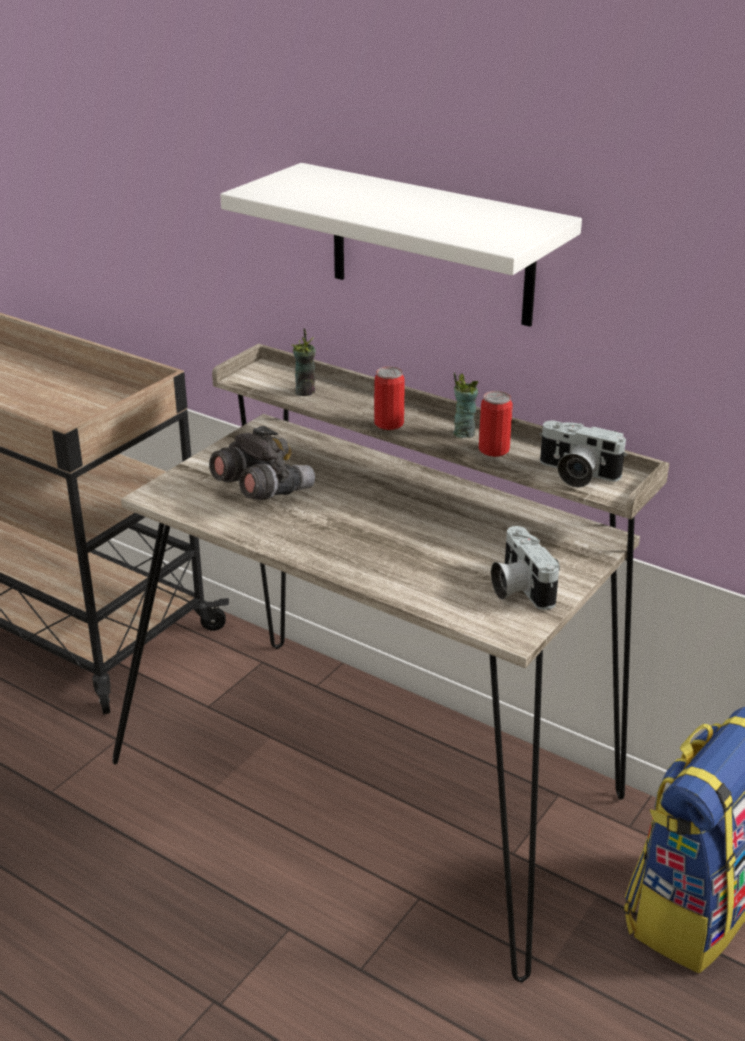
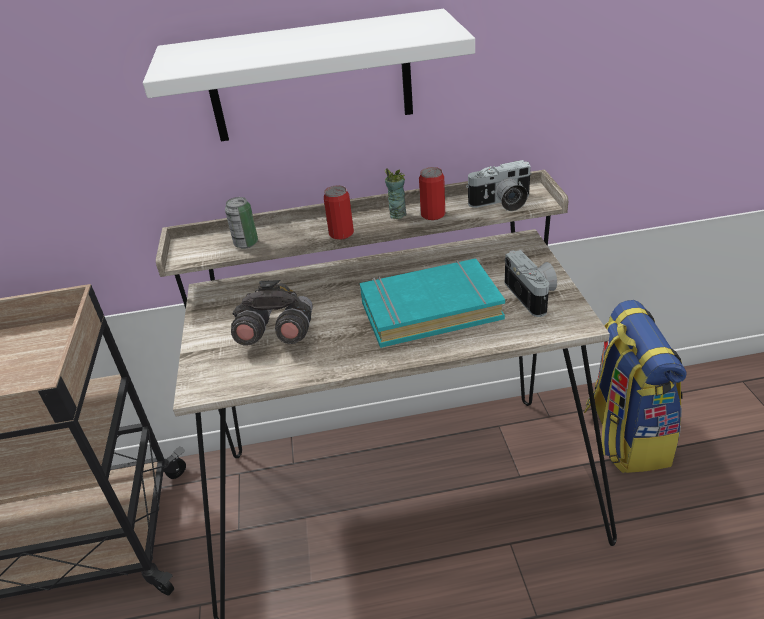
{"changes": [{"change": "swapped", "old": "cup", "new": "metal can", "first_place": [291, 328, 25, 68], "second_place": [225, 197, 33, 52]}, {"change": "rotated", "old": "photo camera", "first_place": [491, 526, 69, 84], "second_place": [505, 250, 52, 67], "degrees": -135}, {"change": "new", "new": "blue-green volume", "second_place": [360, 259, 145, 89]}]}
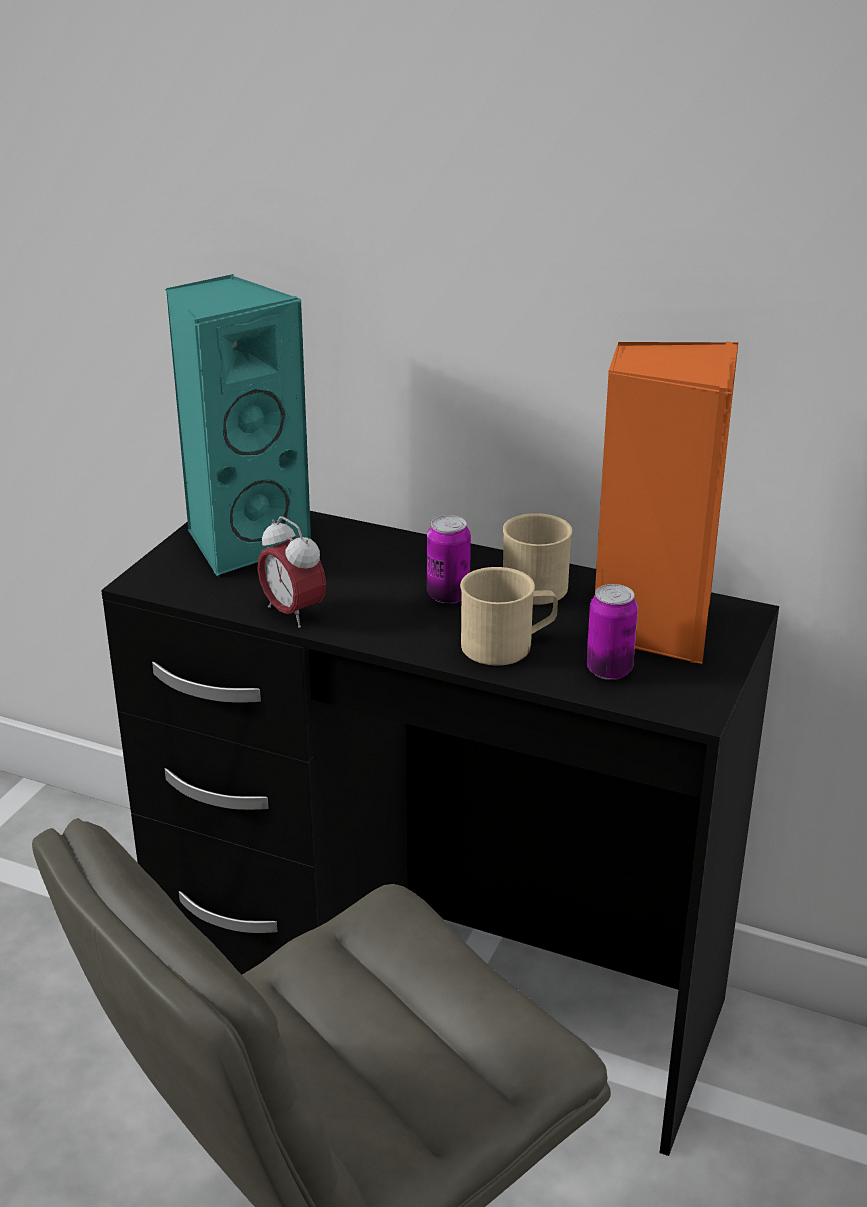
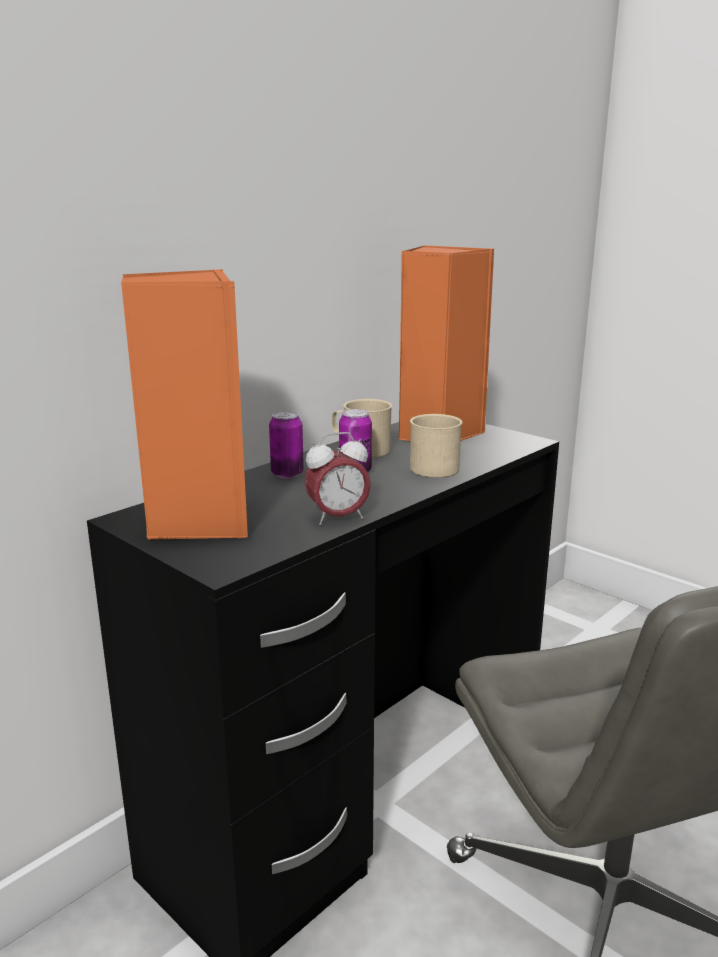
{"changes": [{"change": "repainted", "old": "blue-green speaker", "new": "orangey speaker", "first_place": [165, 274, 146, 302], "second_place": [121, 269, 127, 271]}, {"change": "shifted", "old": "metal can", "first_place": [586, 584, 52, 96], "second_place": [269, 411, 35, 68]}]}
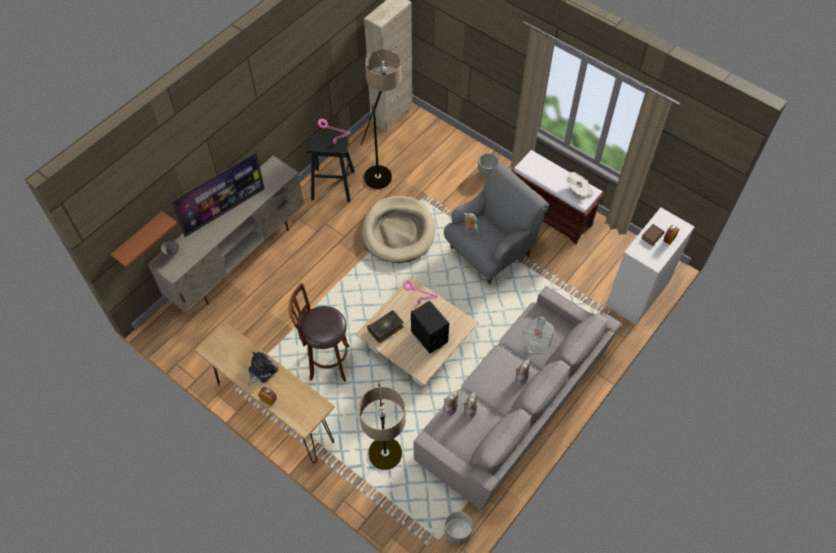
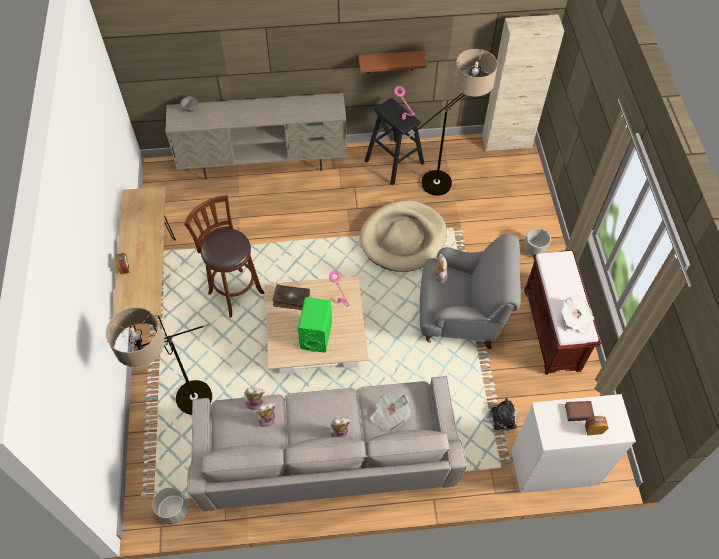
{"changes": [{"change": "gone", "old": "television", "first_place": [171, 152, 94, 85]}, {"change": "shifted", "old": "brown bracket shelf", "first_place": [111, 211, 67, 57], "second_place": [358, 51, 69, 22]}, {"change": "repainted", "old": "black-coloured speaker", "new": "greenish speaker", "first_place": [411, 301, 38, 52], "second_place": [298, 297, 34, 56]}, {"change": "shifted", "old": "soft toy", "first_place": [249, 352, 29, 34], "second_place": [483, 398, 34, 33]}]}
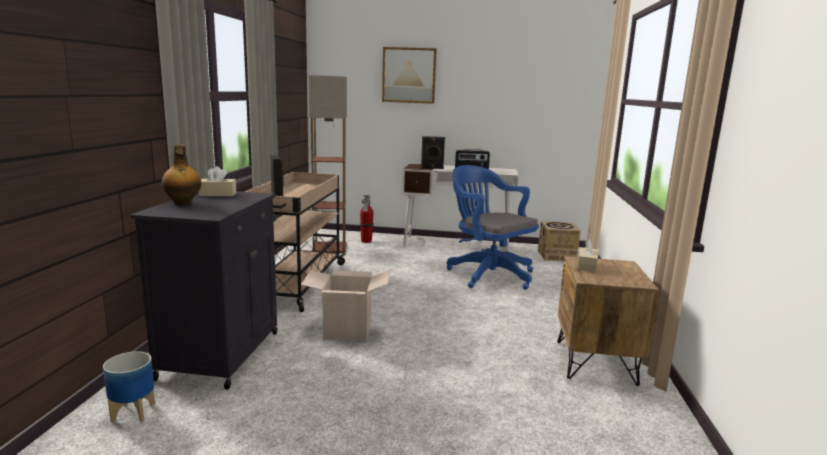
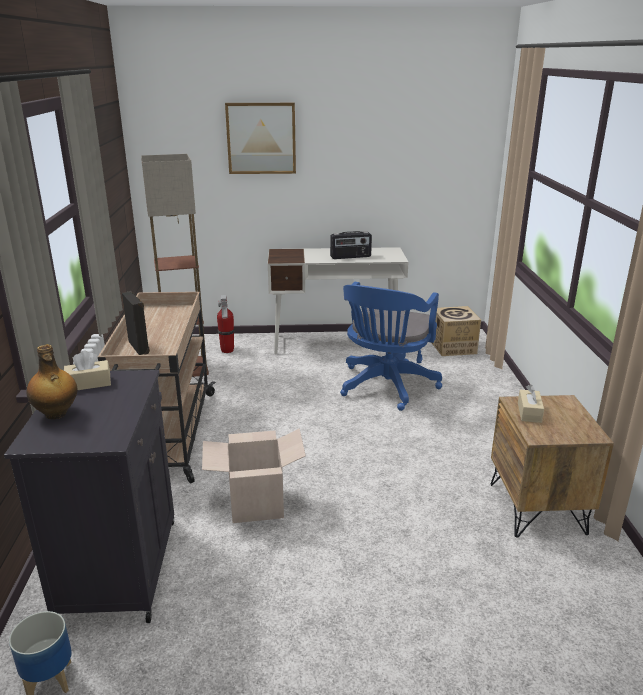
{"changes": [{"change": "gone", "old": "black-coloured speaker", "first_place": [421, 136, 24, 33]}, {"change": "rotated", "old": "blue-coloured computer chair", "first_place": [447, 165, 92, 125], "second_place": [340, 282, 102, 129], "degrees": -105}]}
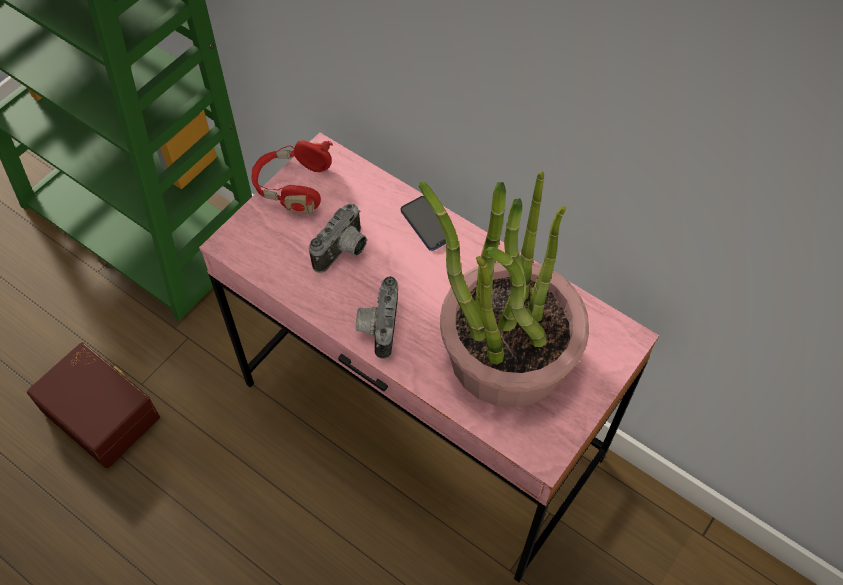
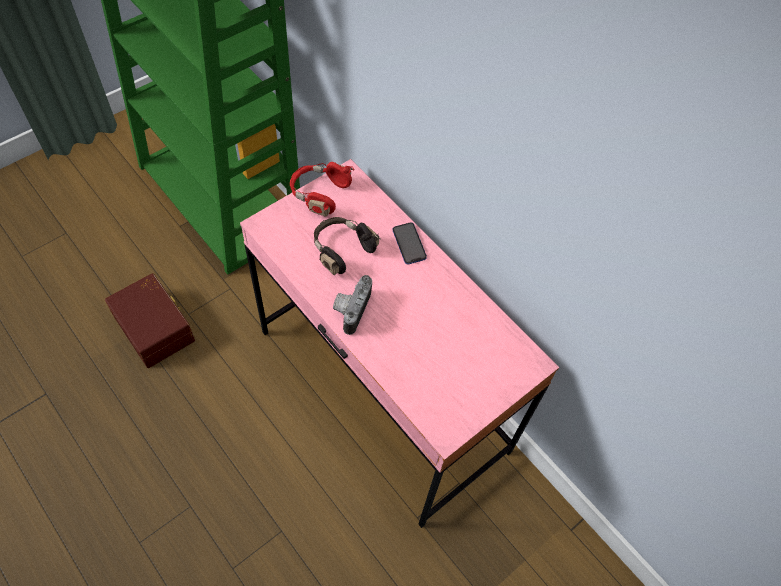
{"changes": [{"change": "gone", "old": "plant in a pot", "first_place": [419, 171, 170, 236]}, {"change": "swapped", "old": "photo camera", "new": "black-coloured pair of headphones", "first_place": [309, 204, 58, 69], "second_place": [314, 217, 67, 58]}]}
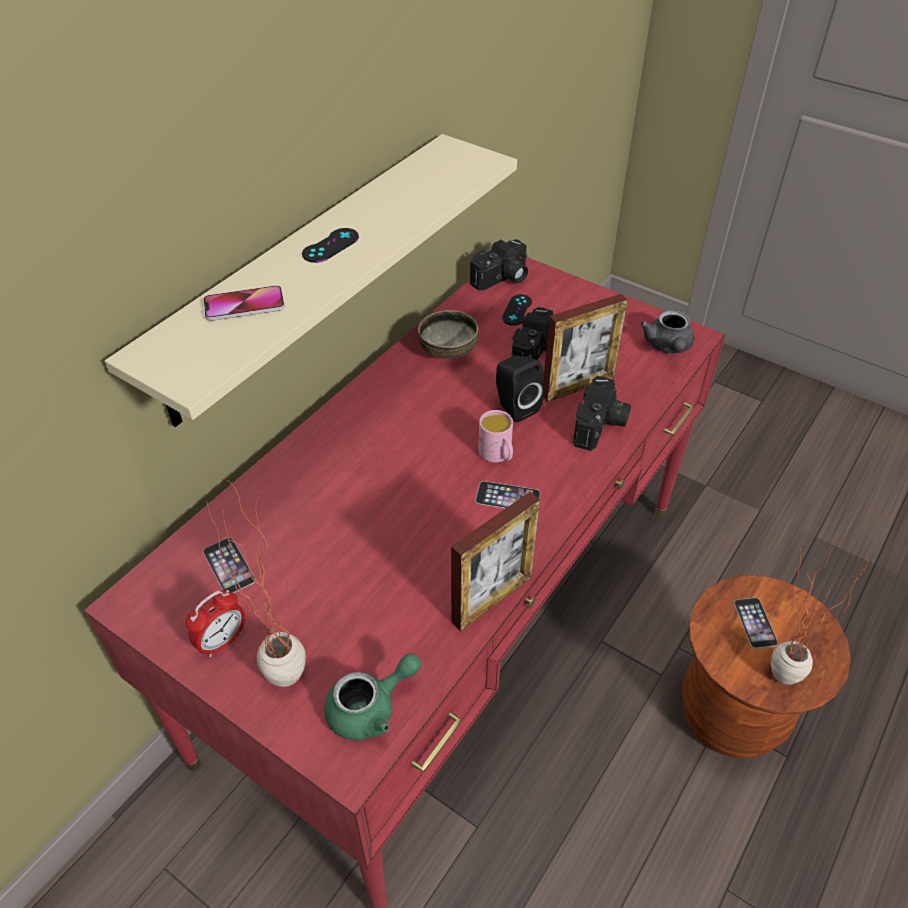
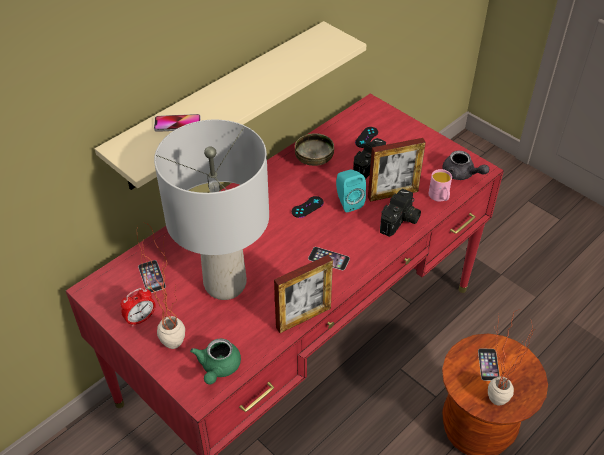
{"changes": [{"change": "shifted", "old": "black-coloured game controller", "first_place": [302, 228, 57, 35], "second_place": [292, 196, 32, 22]}, {"change": "gone", "old": "photo camera", "first_place": [470, 239, 58, 52]}, {"change": "rotated", "old": "grey tea pot", "first_place": [640, 310, 54, 44], "second_place": [443, 151, 46, 29], "degrees": -60}, {"change": "repainted", "old": "black-coloured speaker", "new": "blue-green speaker", "first_place": [496, 356, 48, 66], "second_place": [336, 170, 30, 42]}, {"change": "shifted", "old": "pink-coloured mug", "first_place": [478, 410, 35, 53], "second_place": [429, 169, 23, 33]}, {"change": "rotated", "old": "greenish tea pot", "first_place": [324, 653, 97, 88], "second_place": [190, 338, 51, 47], "degrees": 120}, {"change": "new", "new": "grey lamp for a table", "second_place": [154, 120, 115, 180]}]}
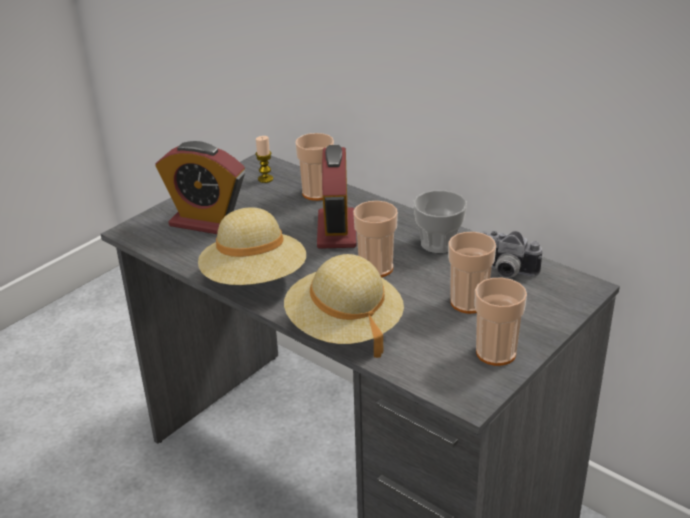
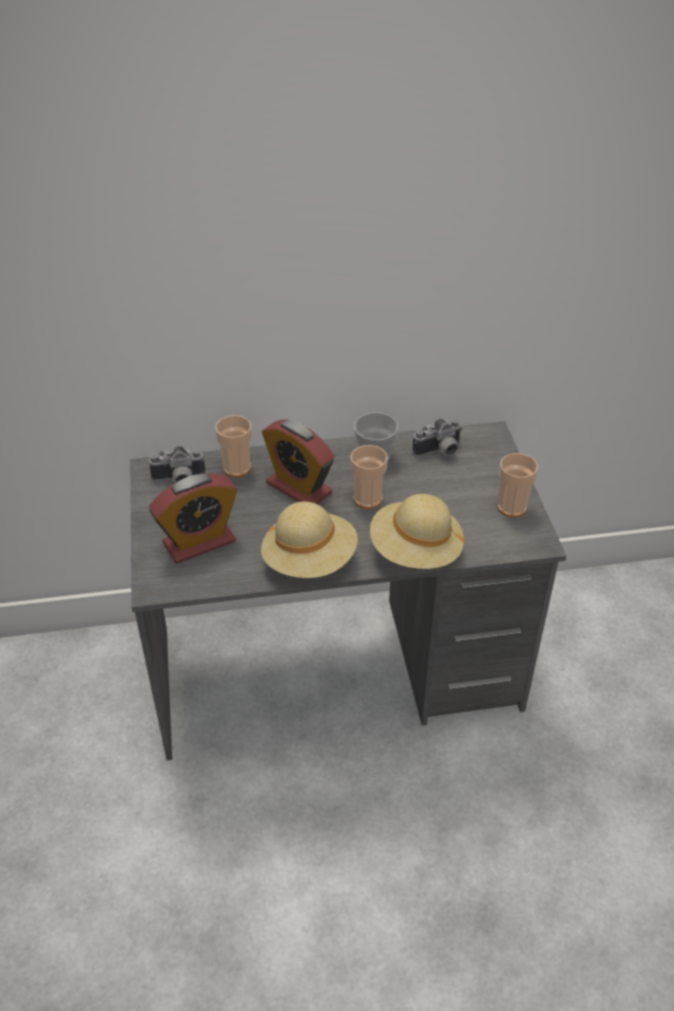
{"changes": [{"change": "swapped", "old": "wax light", "new": "photo camera", "first_place": [256, 136, 17, 47], "second_place": [148, 446, 57, 36]}, {"change": "gone", "old": "cup", "first_place": [448, 232, 48, 82]}]}
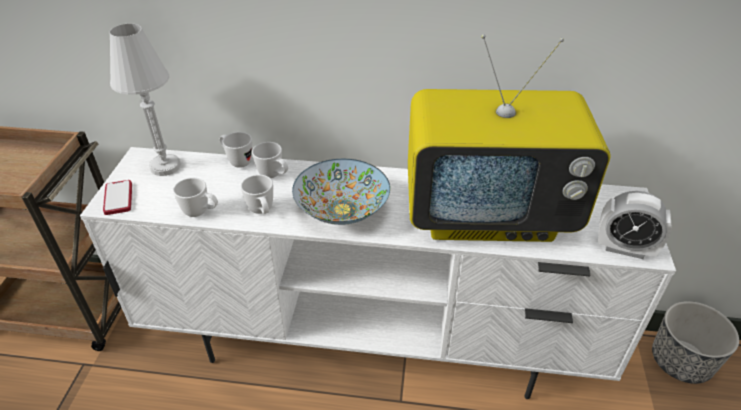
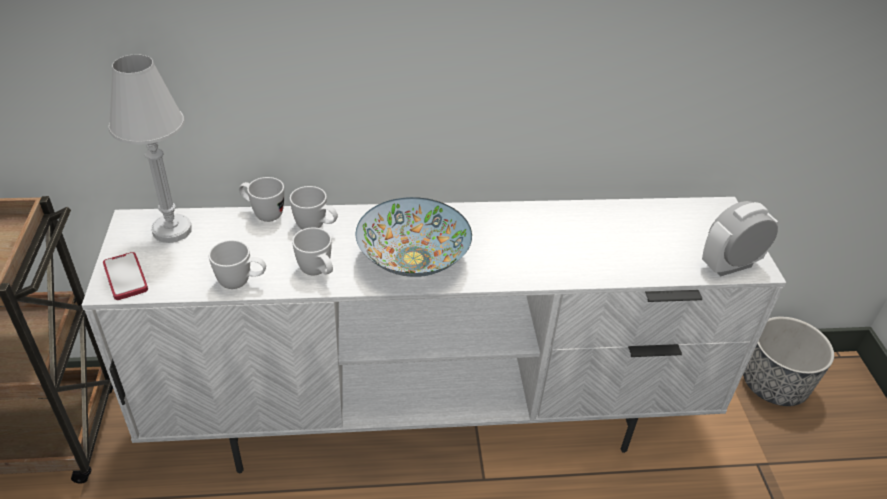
{"changes": [{"change": "gone", "old": "television", "first_place": [408, 34, 203, 208]}, {"change": "rotated", "old": "table clock", "first_place": [598, 191, 74, 68], "second_place": [702, 201, 76, 75], "degrees": 150}]}
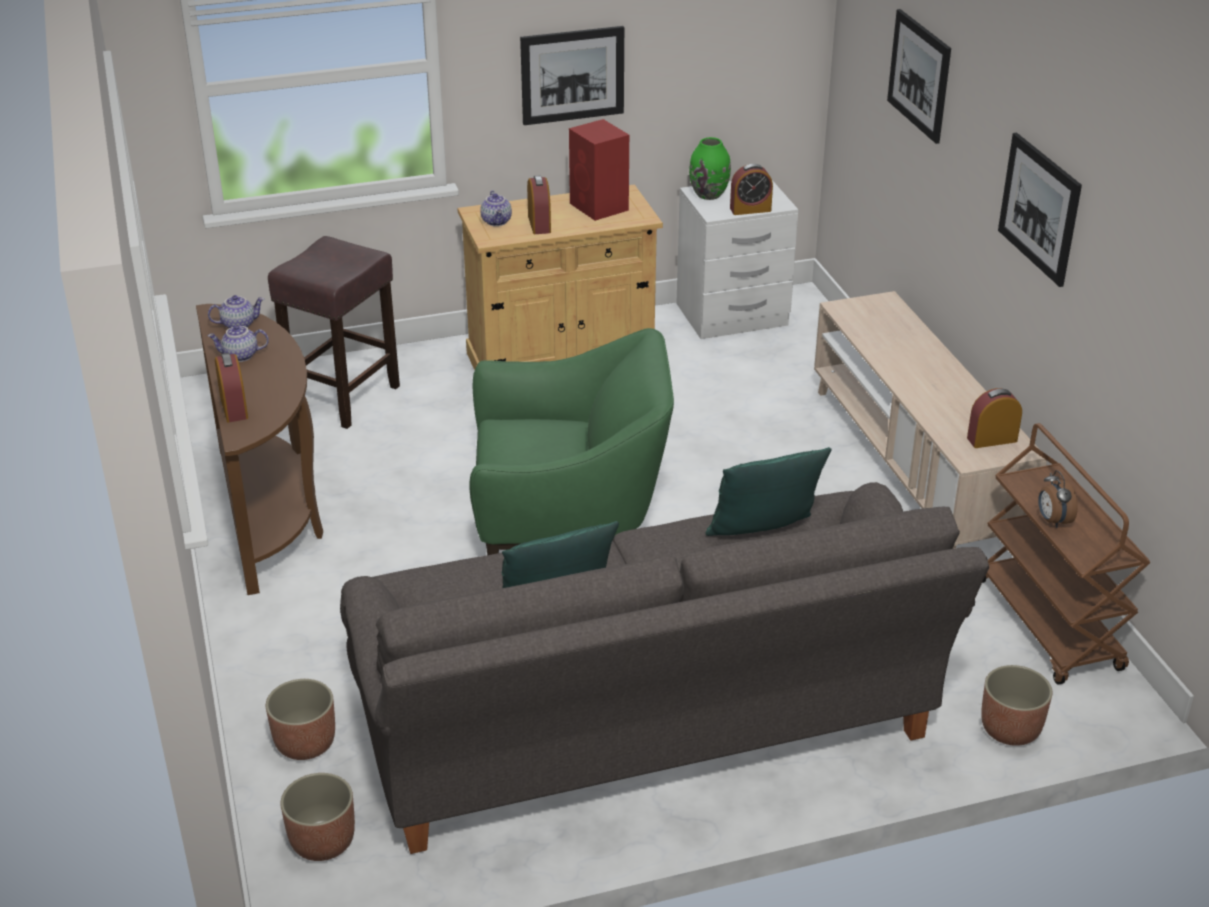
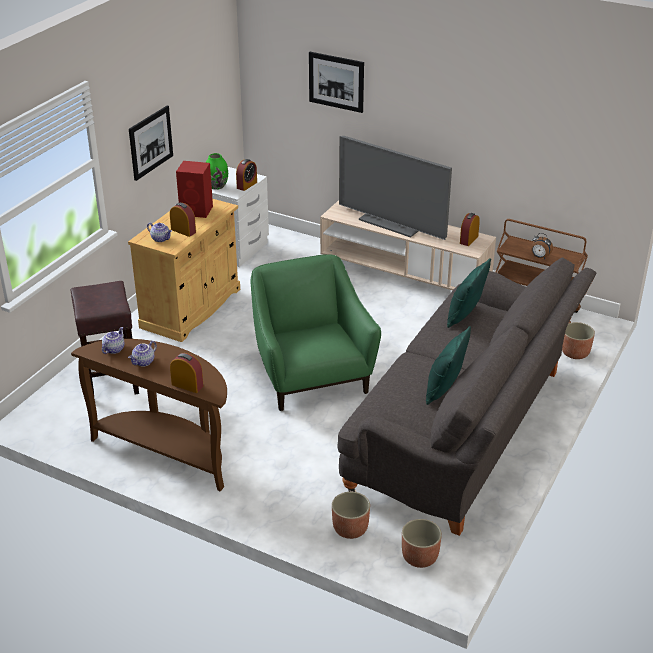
{"changes": [{"change": "gone", "old": "picture", "first_place": [998, 133, 84, 154]}, {"change": "rotated", "old": "greenish armchair", "first_place": [469, 328, 205, 227], "second_place": [251, 254, 130, 157], "degrees": -60}, {"change": "new", "new": "television", "second_place": [339, 136, 113, 104]}]}
